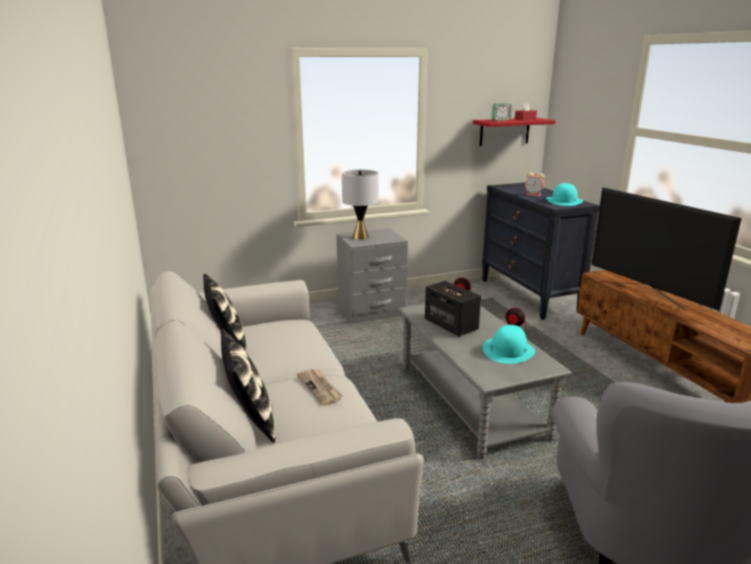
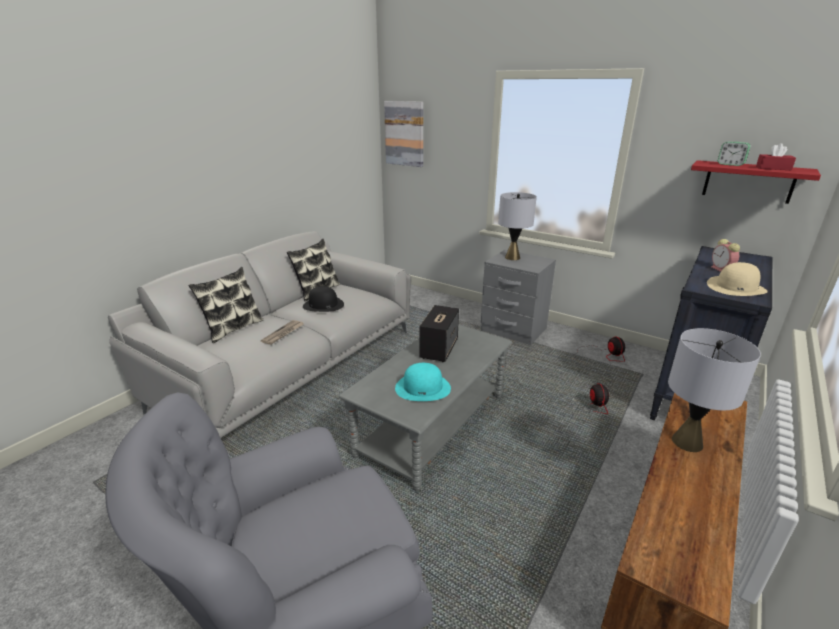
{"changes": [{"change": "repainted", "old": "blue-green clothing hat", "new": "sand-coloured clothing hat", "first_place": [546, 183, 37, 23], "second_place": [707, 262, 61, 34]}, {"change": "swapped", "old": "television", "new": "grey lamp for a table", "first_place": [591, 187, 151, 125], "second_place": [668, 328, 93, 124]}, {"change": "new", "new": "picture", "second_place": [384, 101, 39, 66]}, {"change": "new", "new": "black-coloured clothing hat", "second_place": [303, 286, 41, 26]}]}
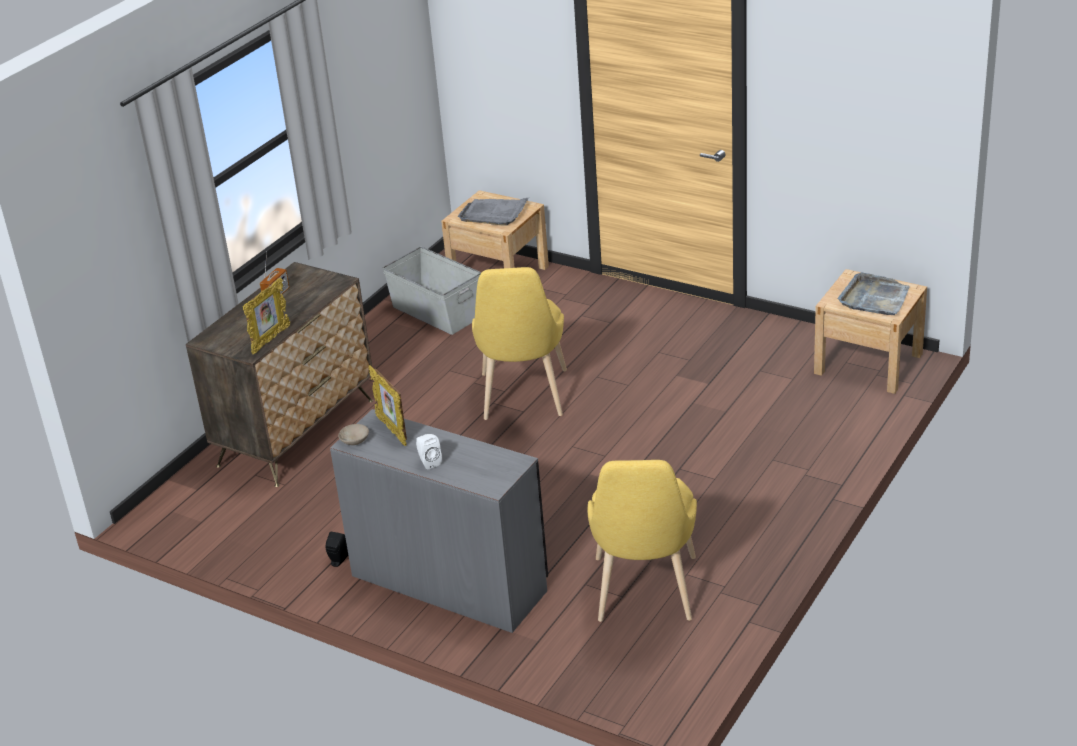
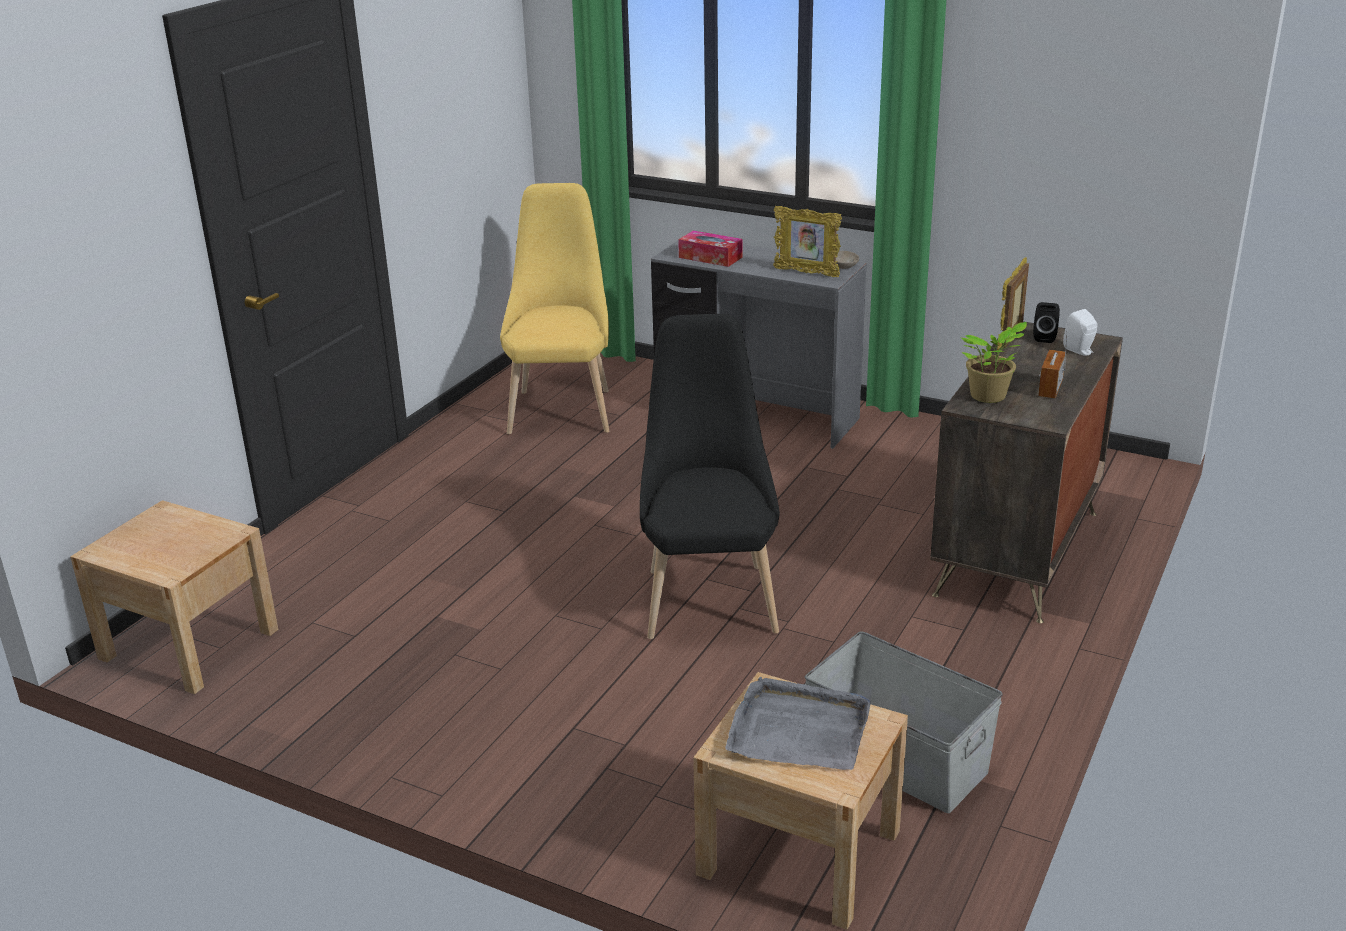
{"changes": [{"change": "repainted", "old": "yellow-coloured chair", "new": "black-coloured chair", "first_place": [472, 267, 95, 153], "second_place": [640, 314, 140, 325]}, {"change": "gone", "old": "grey carrying tray", "first_place": [837, 273, 73, 42]}, {"change": "rotated", "old": "standing frame", "first_place": [368, 365, 39, 81], "second_place": [773, 206, 69, 71], "degrees": 150}, {"change": "shifted", "old": "white speaker", "first_place": [416, 434, 26, 36], "second_place": [1063, 309, 35, 47]}, {"change": "shifted", "old": "black-coloured speaker", "first_place": [326, 532, 22, 35], "second_place": [1033, 302, 27, 41]}, {"change": "new", "new": "tissue holder", "second_place": [678, 231, 64, 36]}, {"change": "new", "new": "plant in a pot", "second_place": [960, 322, 67, 81]}]}
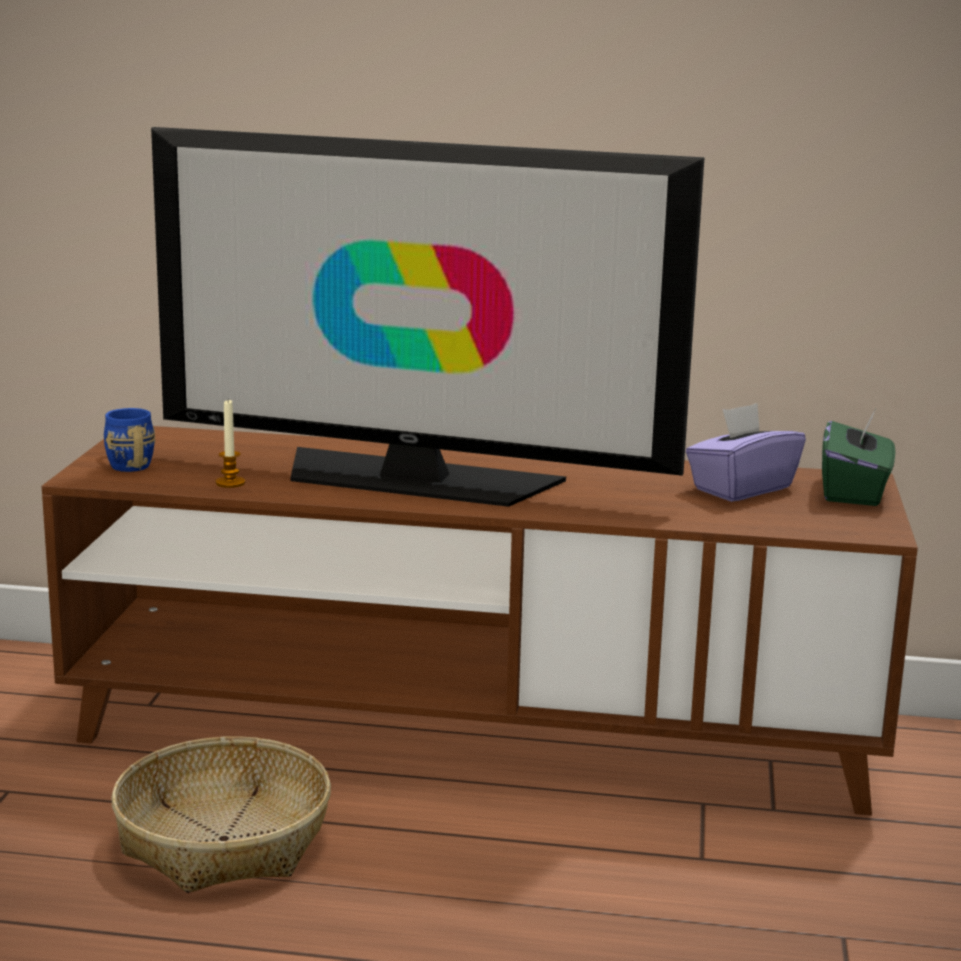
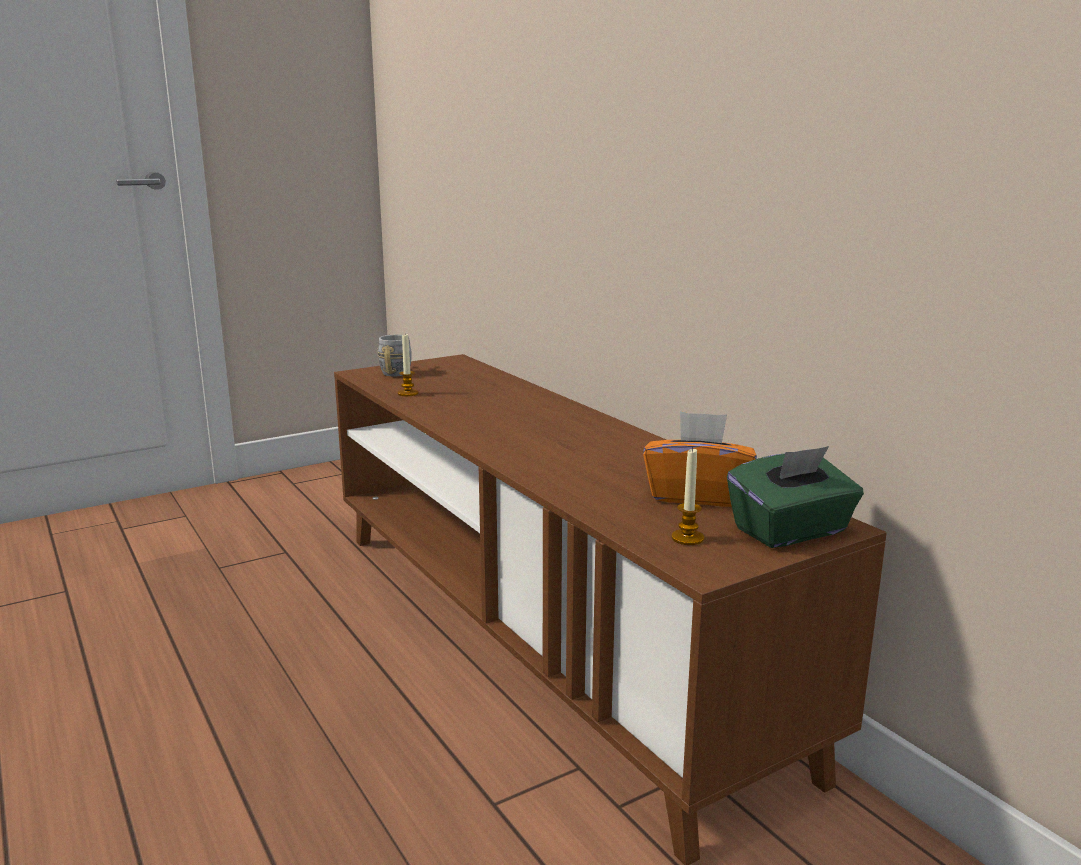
{"changes": [{"change": "gone", "old": "television", "first_place": [151, 127, 553, 380]}, {"change": "repainted", "old": "purple-coloured tissue holder", "new": "orangey tissue holder", "first_place": [686, 403, 120, 99], "second_place": [643, 411, 114, 96]}, {"change": "repainted", "old": "blue-coloured mug", "new": "grey mug", "first_place": [104, 408, 51, 64], "second_place": [378, 335, 34, 41]}, {"change": "gone", "old": "basket", "first_place": [112, 736, 219, 157]}, {"change": "new", "new": "wax light", "second_place": [671, 447, 33, 98]}]}
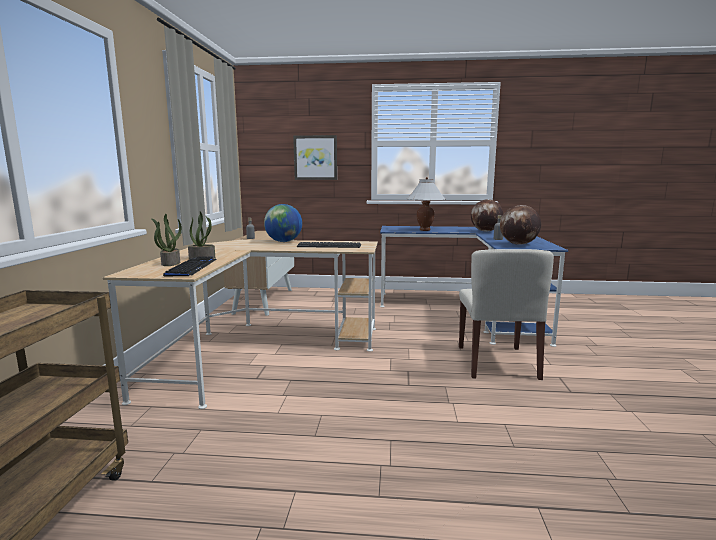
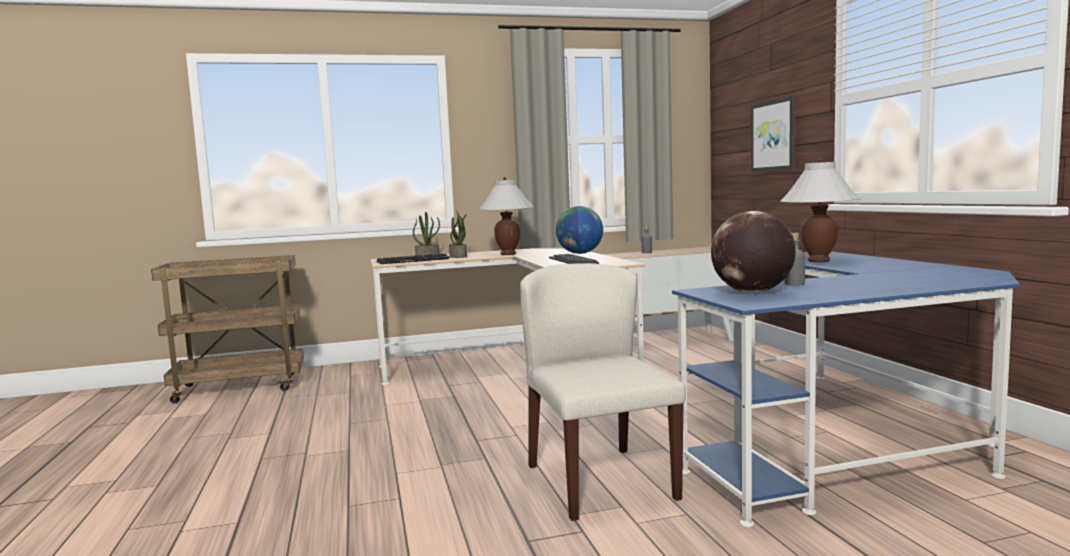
{"changes": [{"change": "gone", "old": "globe", "first_place": [471, 199, 32, 33]}, {"change": "rotated", "old": "sand-coloured chair", "first_place": [459, 249, 95, 131], "second_place": [520, 263, 166, 258], "degrees": 90}, {"change": "new", "new": "white lamp for a table", "second_place": [478, 177, 56, 78]}]}
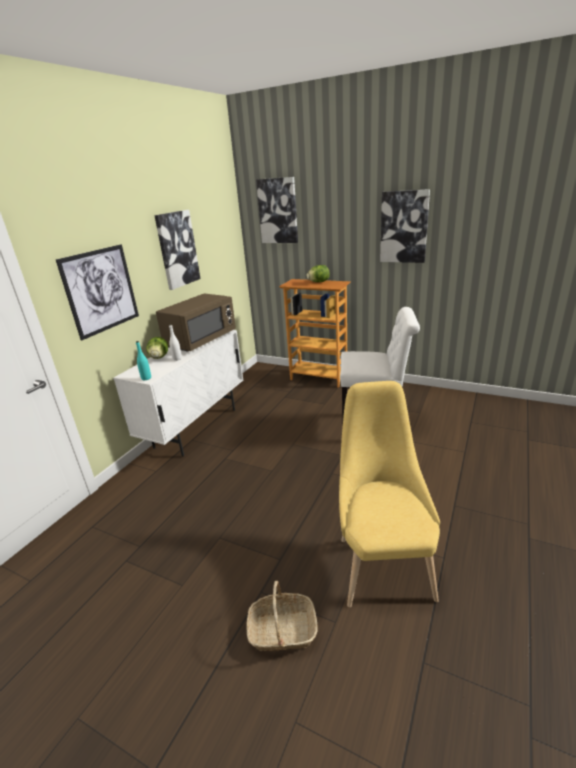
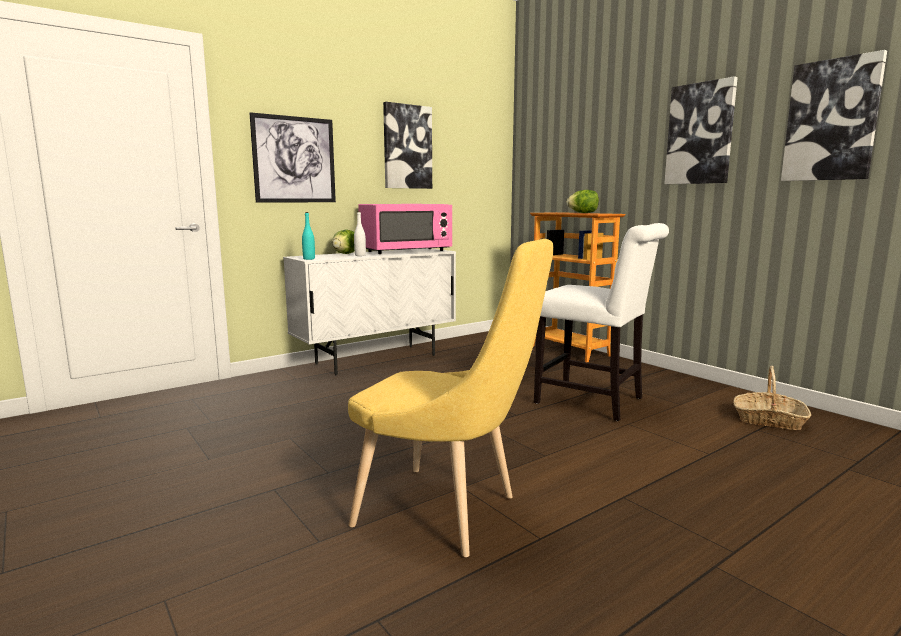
{"changes": [{"change": "shifted", "old": "picture", "first_place": [256, 177, 42, 66], "second_place": [781, 50, 106, 131]}, {"change": "repainted", "old": "brown microwave oven", "new": "pink-coloured microwave oven", "first_place": [156, 293, 80, 58], "second_place": [358, 204, 94, 50]}, {"change": "rotated", "old": "yellow-coloured chair", "first_place": [339, 381, 101, 226], "second_place": [348, 239, 206, 318], "degrees": 90}, {"change": "shifted", "old": "basket", "first_place": [246, 581, 72, 70], "second_place": [733, 366, 78, 64]}]}
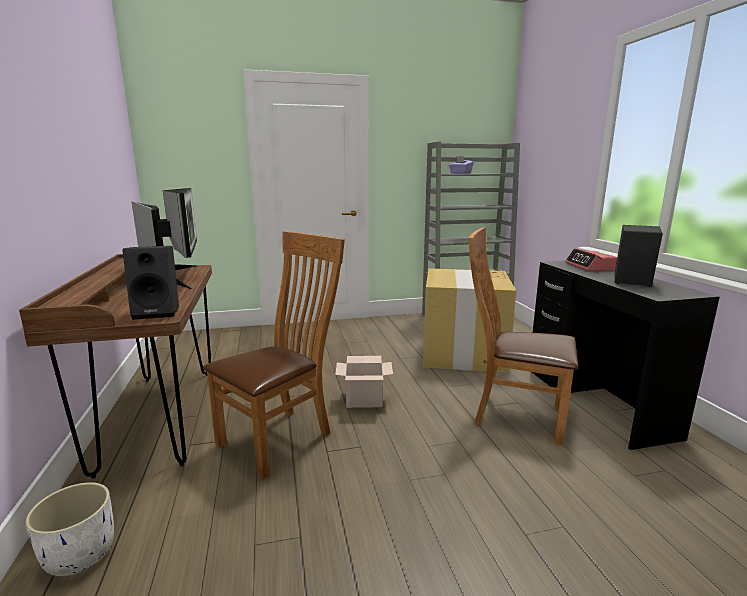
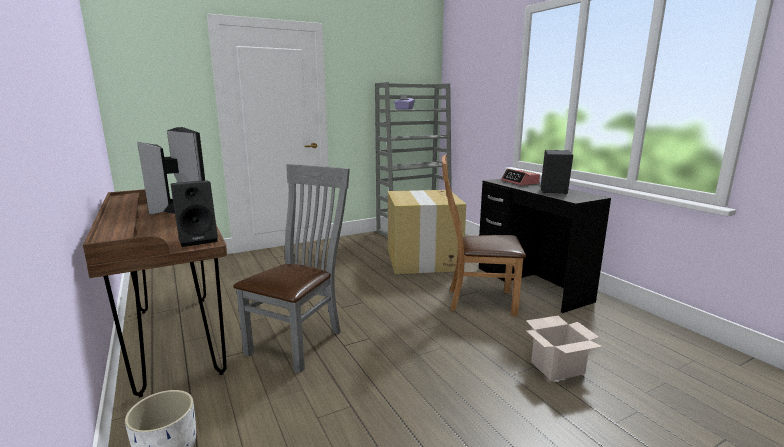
{"changes": [{"change": "repainted", "old": "brown chair", "new": "grey chair", "first_place": [203, 231, 142, 249], "second_place": [233, 164, 117, 209]}, {"change": "shifted", "old": "cardboard box", "first_place": [335, 356, 58, 52], "second_place": [526, 316, 76, 65]}]}
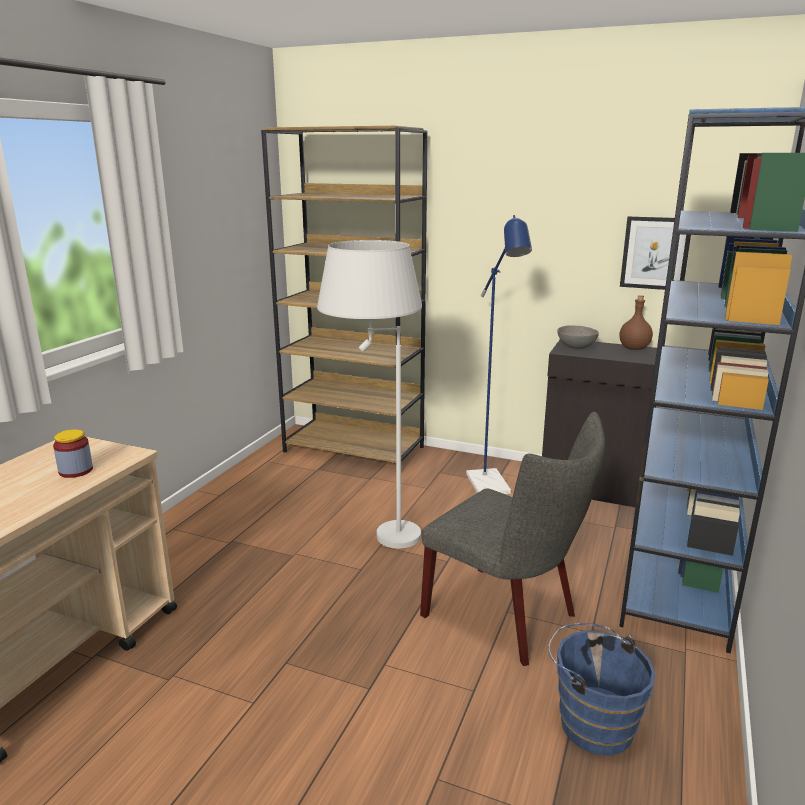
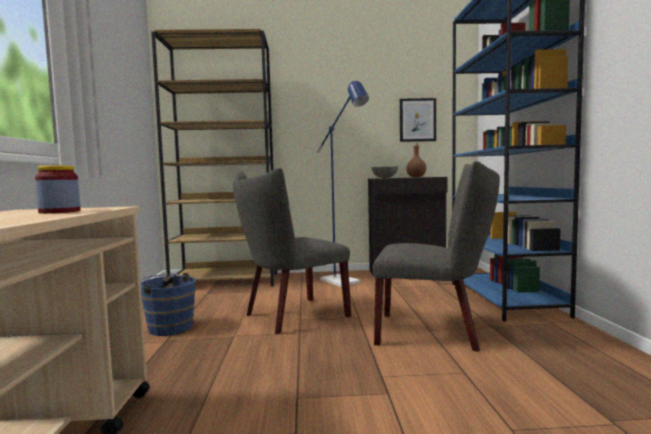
{"changes": [{"change": "swapped", "old": "white standing lamp", "new": "grey chair", "first_place": [317, 240, 105, 309], "second_place": [233, 168, 118, 166]}, {"change": "shifted", "old": "blue-coloured bucket", "first_place": [548, 623, 107, 133], "second_place": [140, 273, 56, 63]}]}
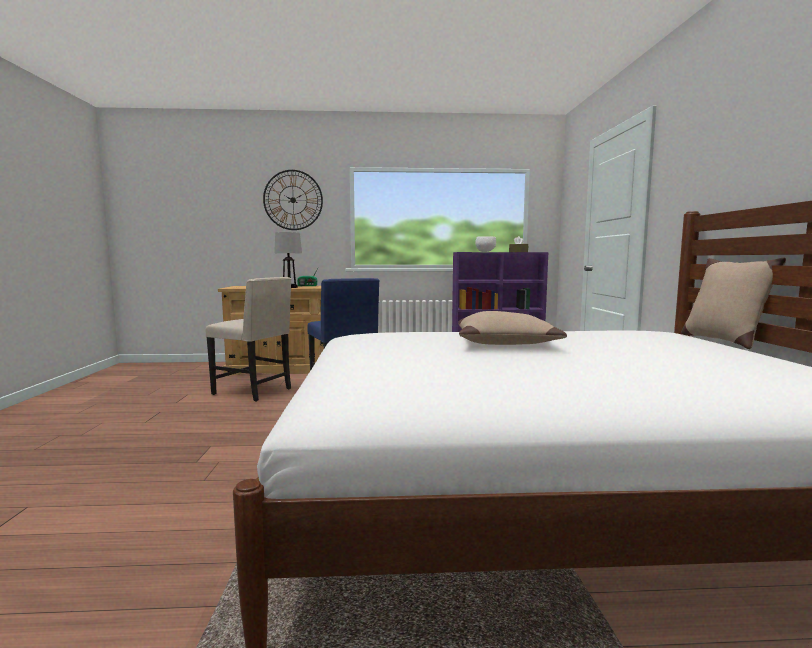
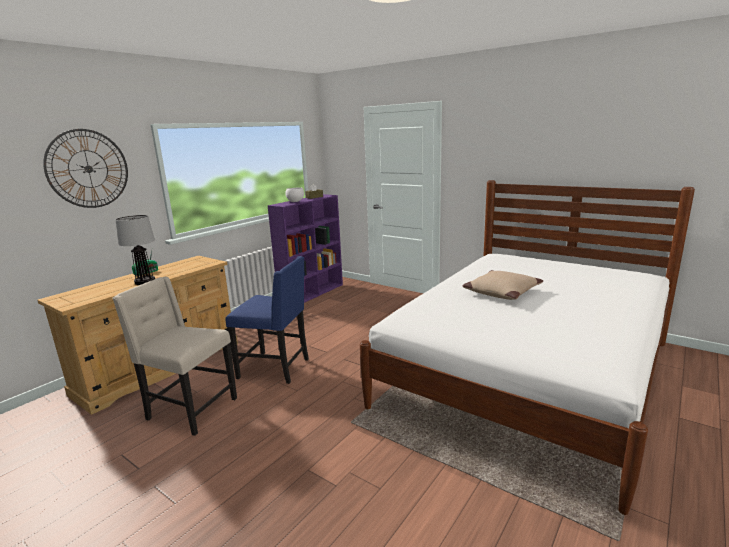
{"changes": [{"change": "gone", "old": "sand-coloured throw pillow", "first_place": [681, 257, 105, 92]}, {"change": "rotated", "old": "sand-coloured chair", "first_place": [206, 277, 85, 124], "second_place": [112, 277, 125, 159], "degrees": -135}]}
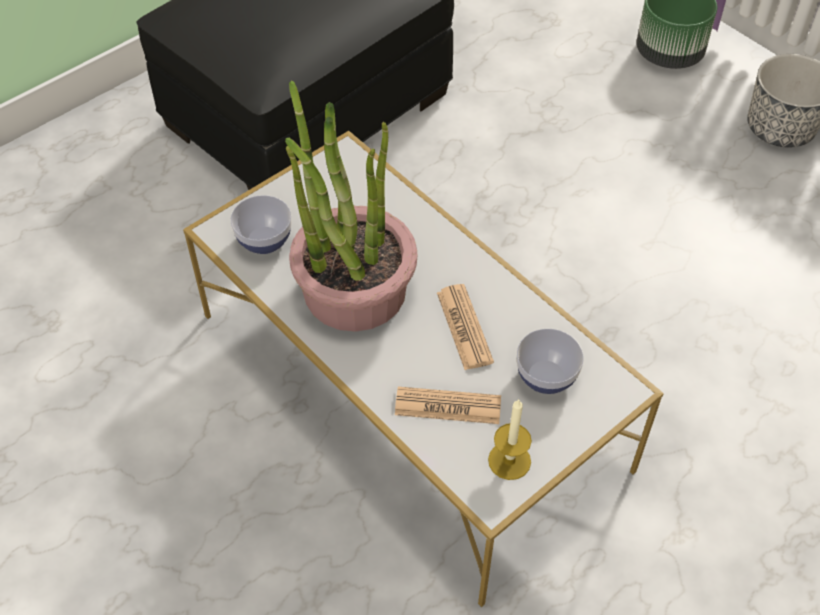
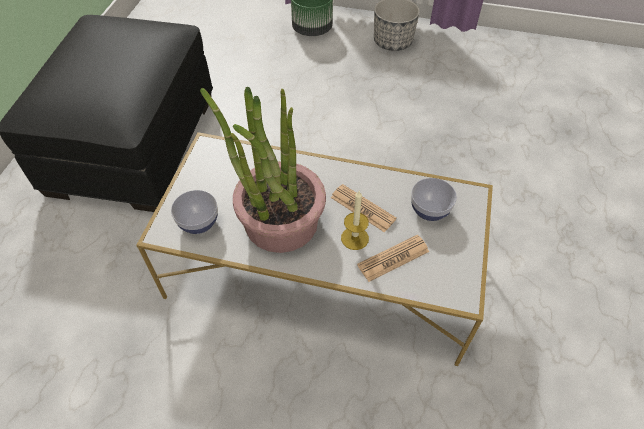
{"changes": [{"change": "shifted", "old": "wax light", "first_place": [488, 399, 44, 81], "second_place": [341, 191, 28, 59]}]}
